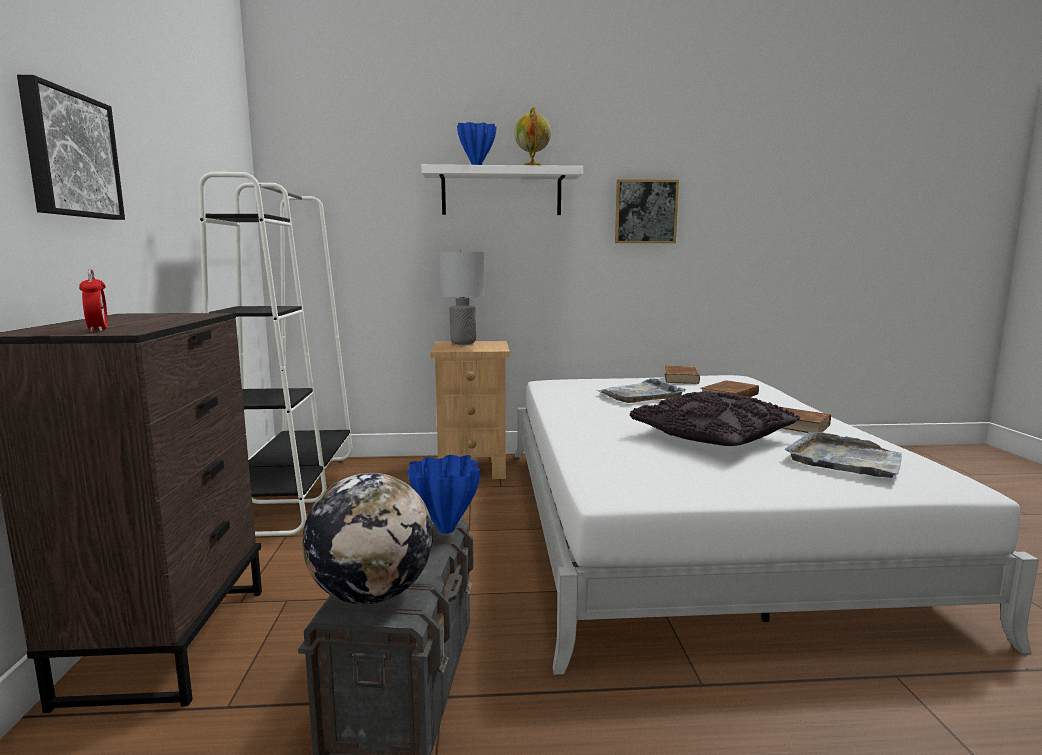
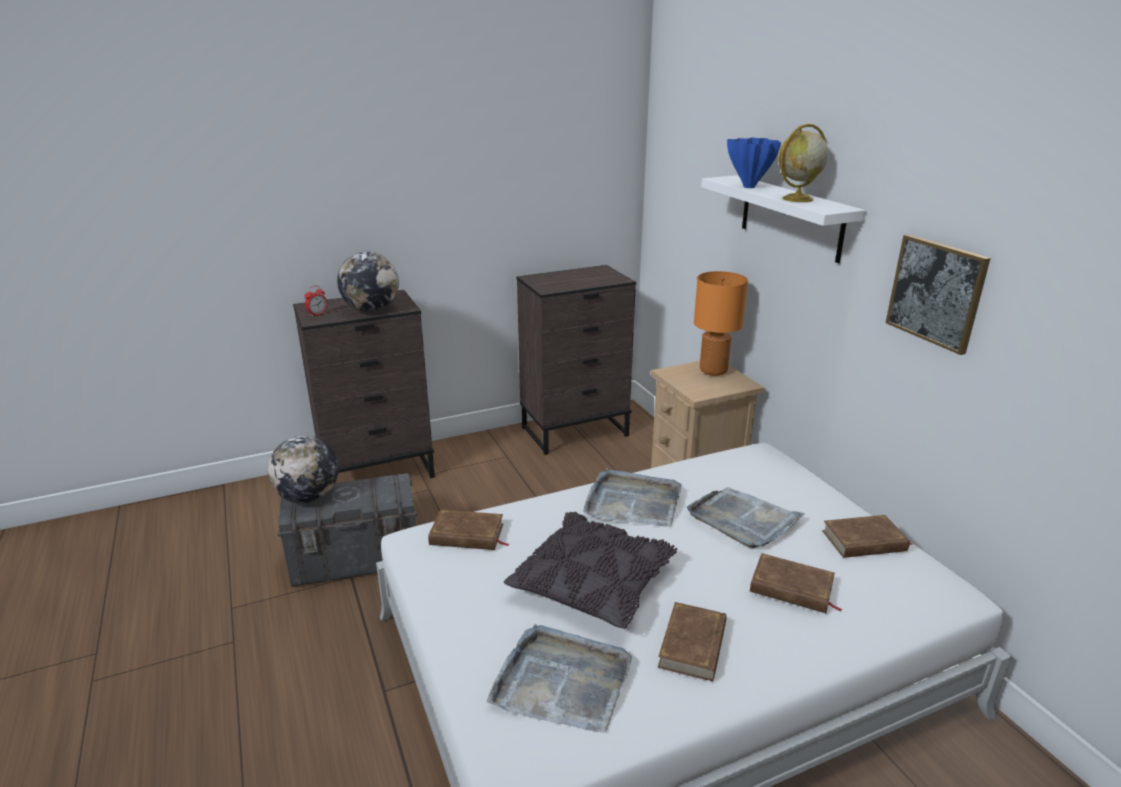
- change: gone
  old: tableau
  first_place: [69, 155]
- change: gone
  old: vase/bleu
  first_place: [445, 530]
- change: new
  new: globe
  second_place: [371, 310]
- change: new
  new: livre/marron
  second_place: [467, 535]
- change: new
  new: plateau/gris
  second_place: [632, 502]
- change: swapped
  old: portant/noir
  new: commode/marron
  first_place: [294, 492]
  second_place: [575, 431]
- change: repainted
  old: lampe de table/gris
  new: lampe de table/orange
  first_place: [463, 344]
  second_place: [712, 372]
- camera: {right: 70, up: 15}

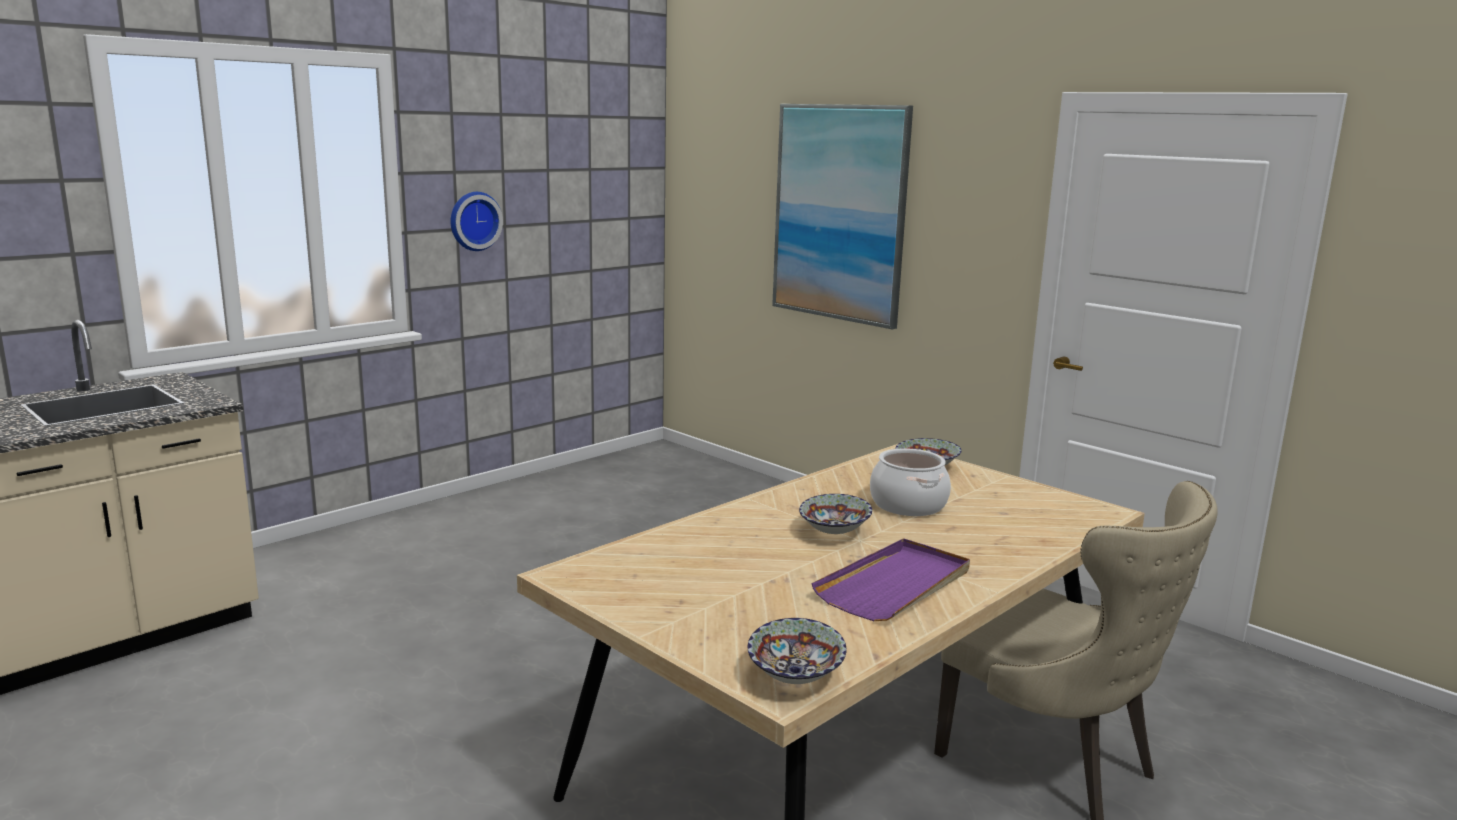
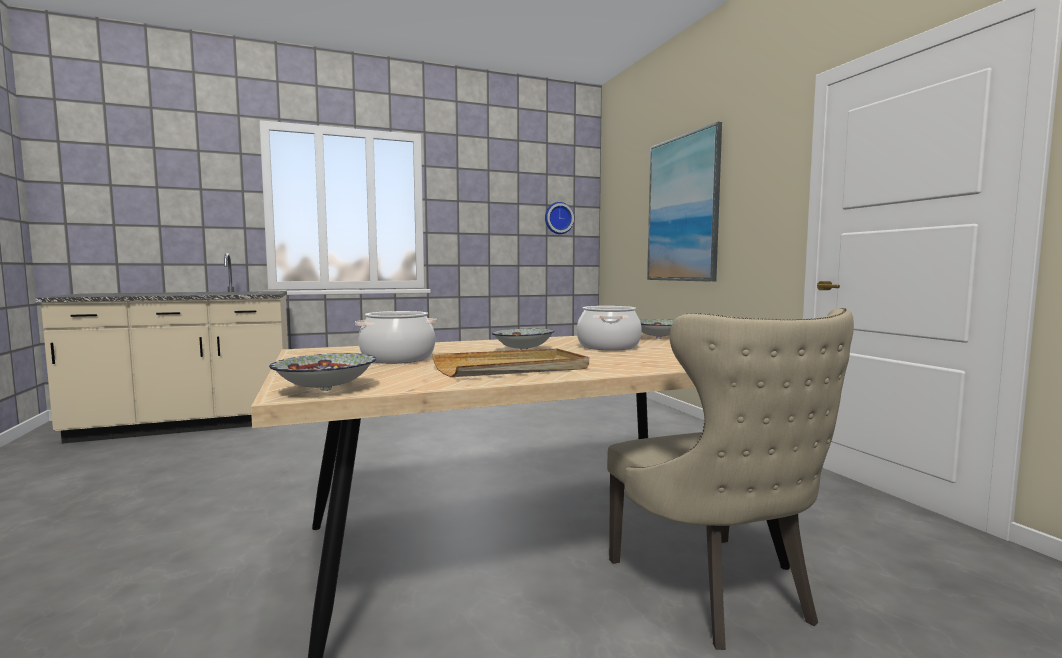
- change: new
  new: marmite
  second_place: [397, 359]
- change: shifted
  old: horloge murale
  first_place: [474, 221]
  second_place: [558, 218]
- change: repainted
  old: plateau/violet
  new: plateau/beige
  first_place: [895, 585]
  second_place: [512, 368]
- camera: {right: 25, up: -10}

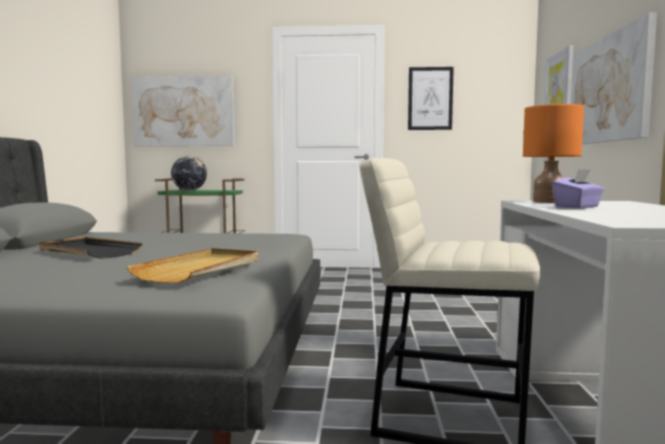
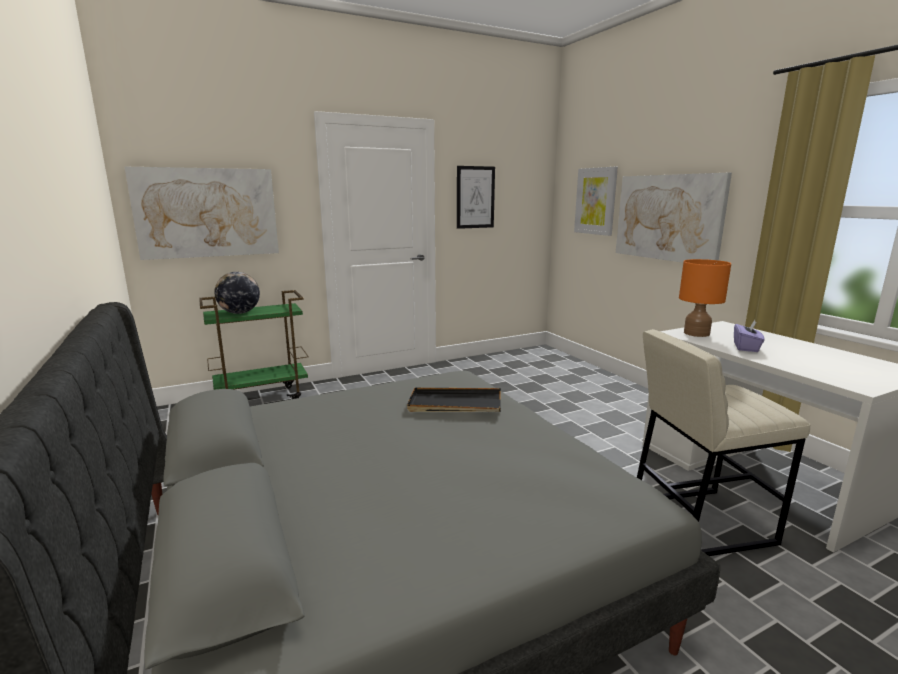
- change: gone
  old: plateau/beige
  first_place: [201, 269]
- change: shifted
  old: plateau/noir
  first_place: [88, 251]
  second_place: [455, 404]
- camera: {right: -30, up: 10}

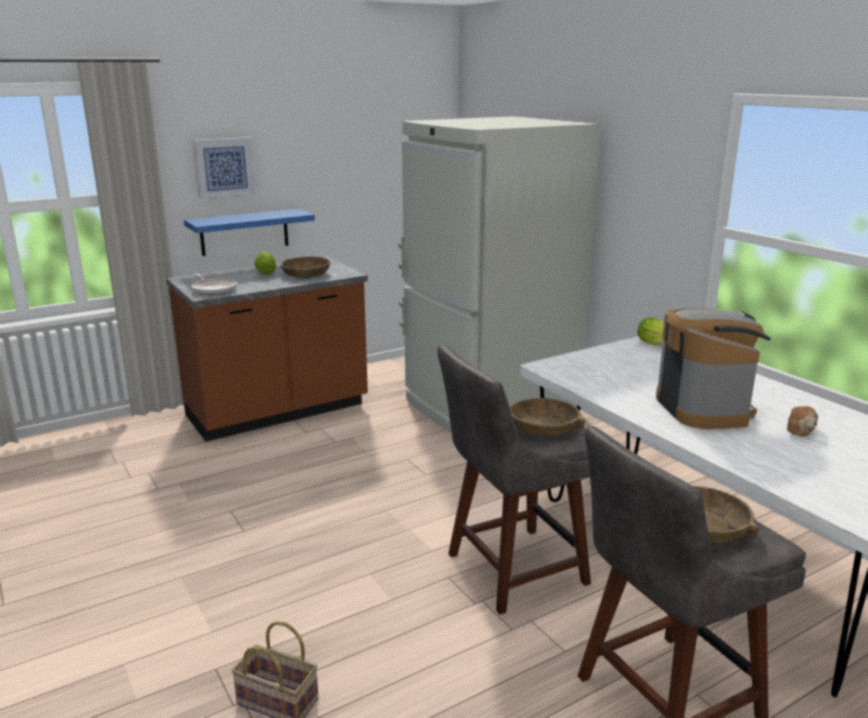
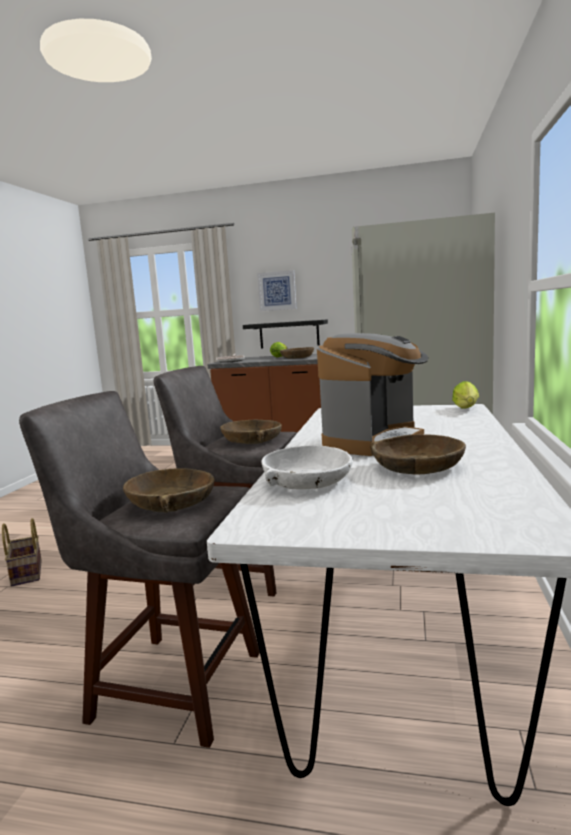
- change: new
  new: bol/blanc
  second_place: [307, 481]
- change: swapped
  old: pain
  new: bol/marron
  first_place: [801, 430]
  second_place: [416, 467]
- change: repainted
  old: étagère/bleu
  new: étagère/noir
  first_place: [244, 232]
  second_place: [289, 334]
- camera: {right: 45, up: -10}

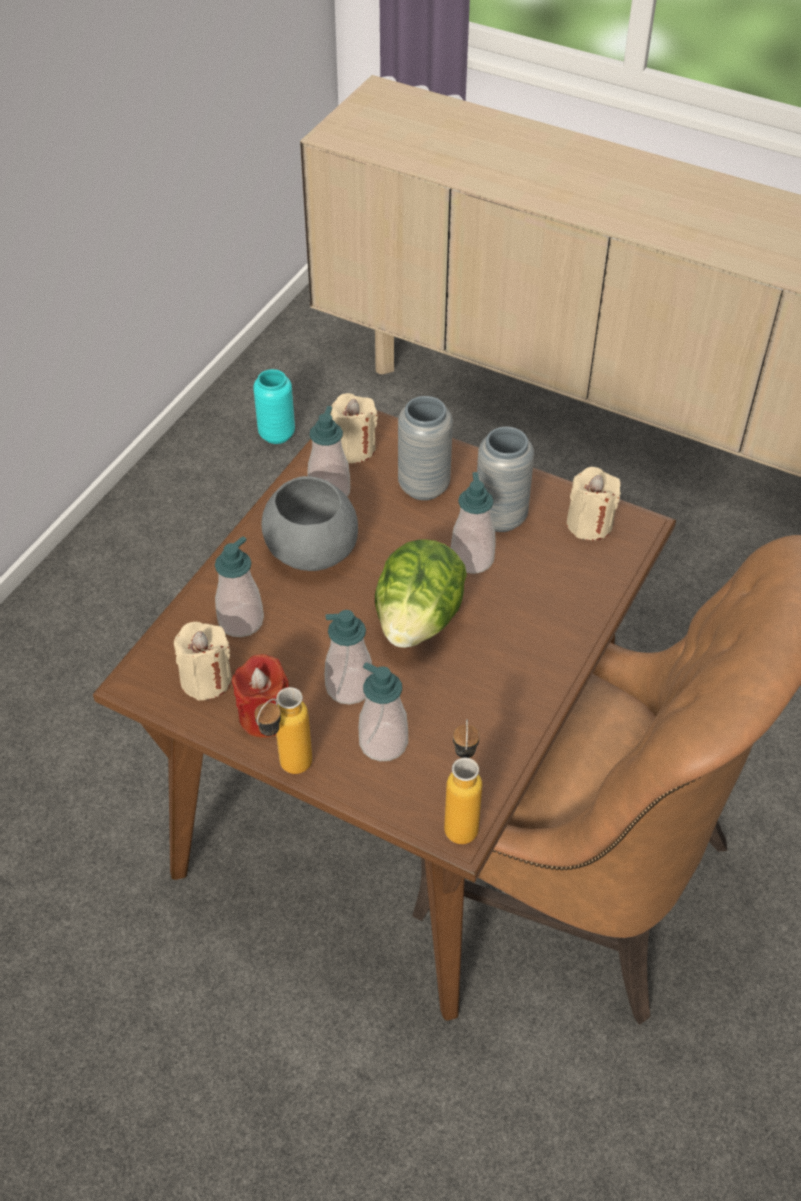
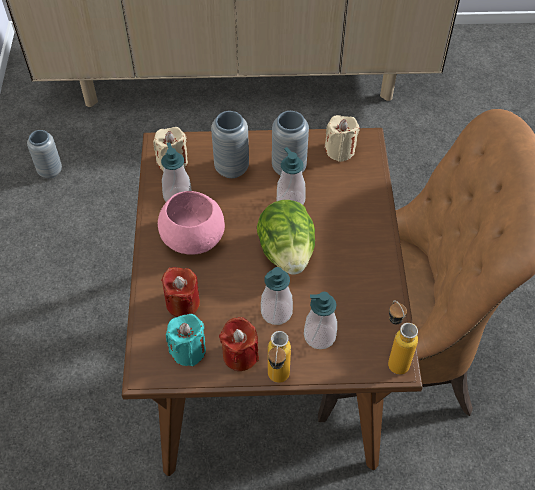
- change: swapped
  old: distributeur de savon
  new: bougie/rouge
  first_place: [241, 621]
  second_place: [182, 303]
- change: repainted
  old: bougie/beige
  new: bougie/turquoise
  first_place: [206, 679]
  second_place: [188, 350]
- change: repainted
  old: vase/turquoise
  new: vase/gris
  first_place: [277, 434]
  second_place: [50, 171]
- change: repainted
  old: bol/gris
  new: bol/rose
  first_place: [313, 550]
  second_place: [194, 237]
- camera: {right: -30, up: 5}

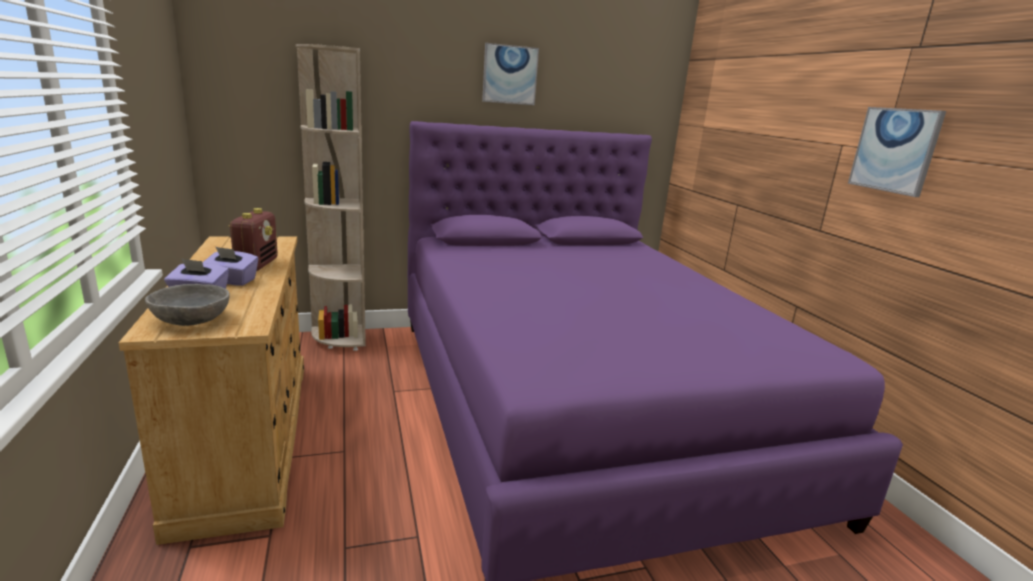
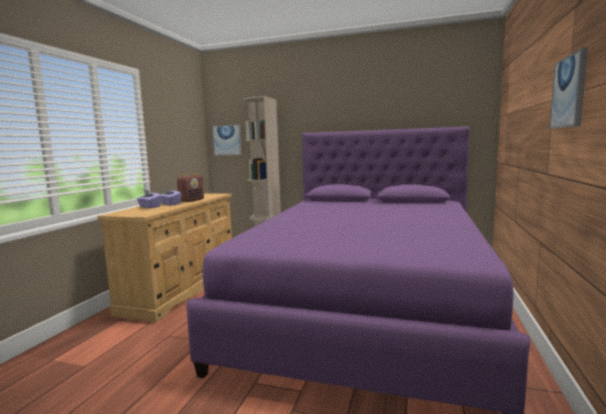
- change: gone
  old: bol/gris
  first_place: [191, 320]
- change: shifted
  old: tableau
  first_place: [510, 75]
  second_place: [227, 140]
- camera: {right: 35, up: -10}

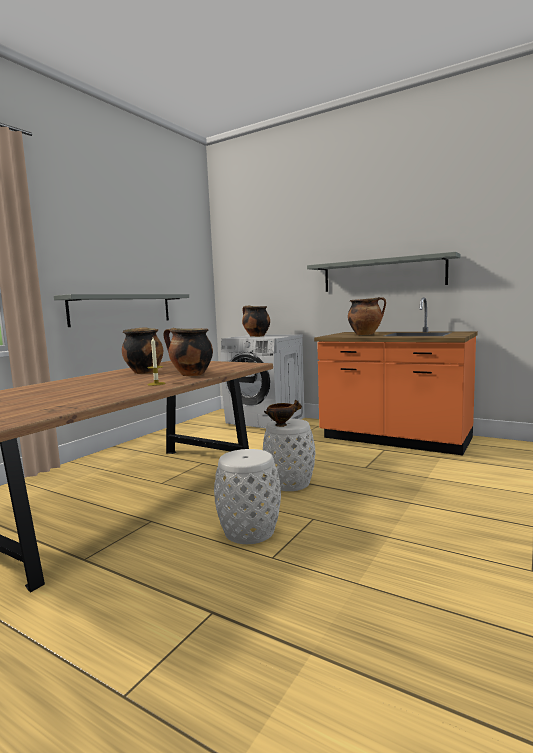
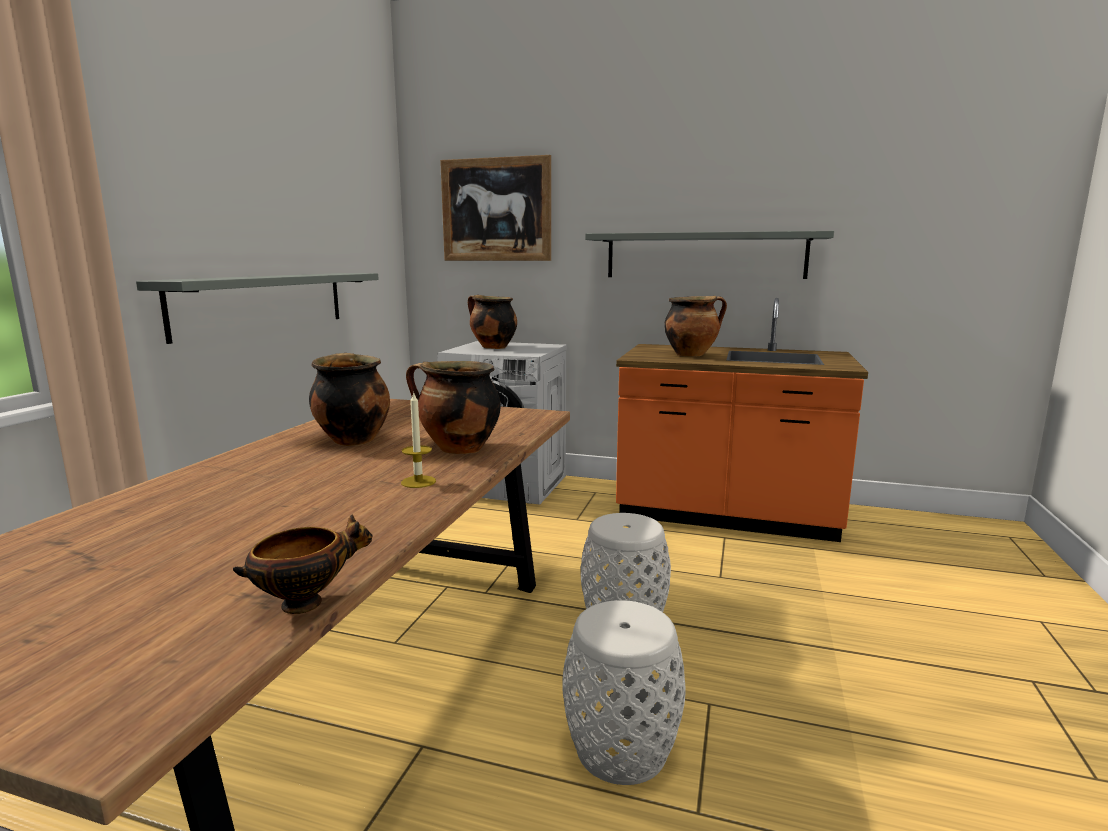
- change: new
  new: tableau
  second_place: [496, 210]
- change: shifted
  old: bol
  first_place: [282, 425]
  second_place: [306, 602]
- camera: {right: -15, up: 5}

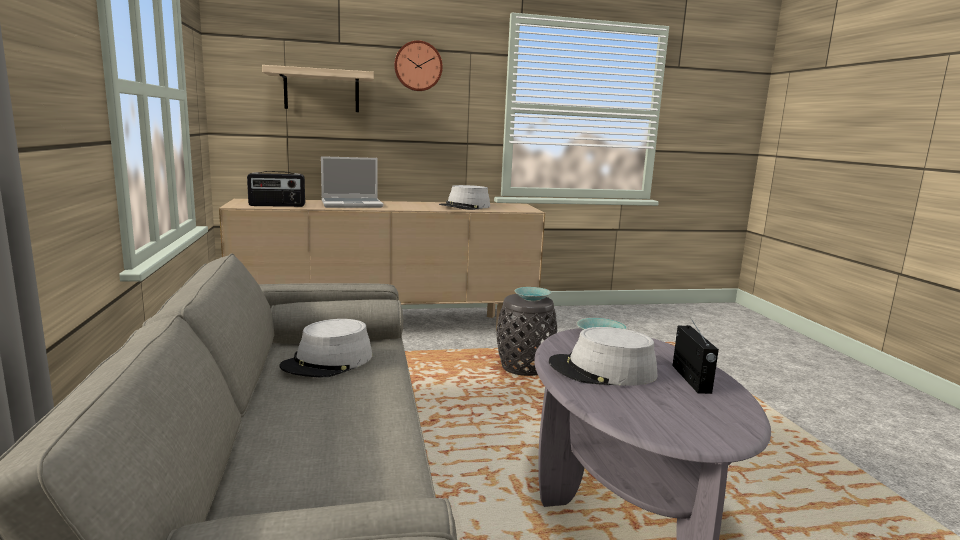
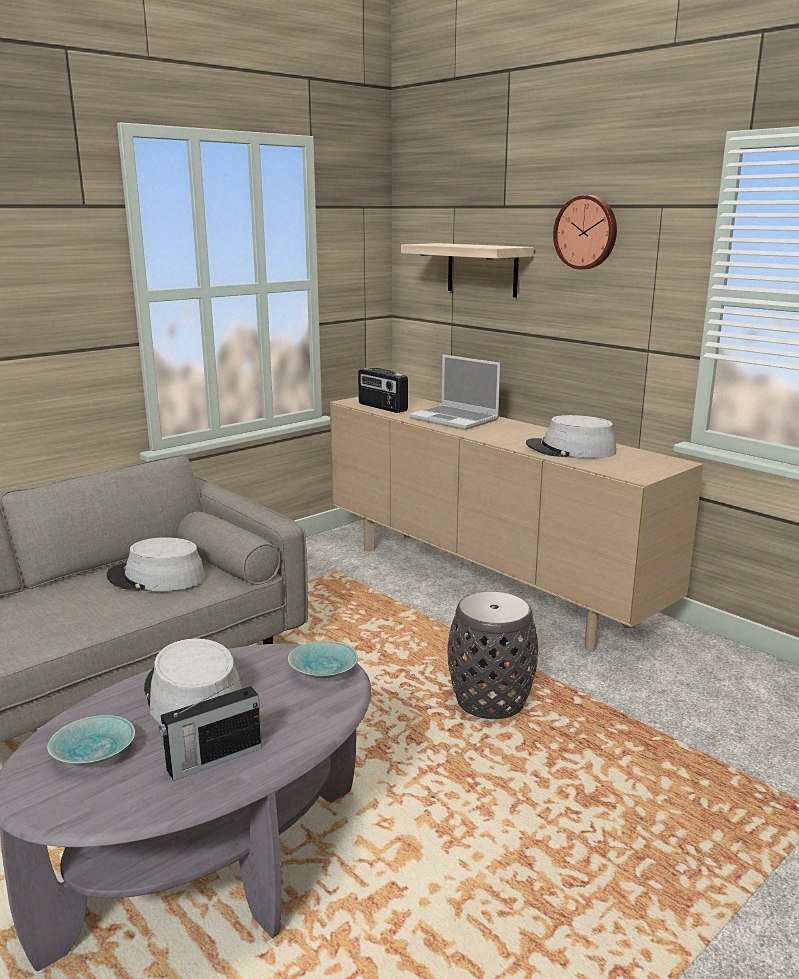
- change: shifted
  old: bol/turquoise
  first_place: [531, 299]
  second_place: [92, 753]
- camera: {right: 60, up: 5}

